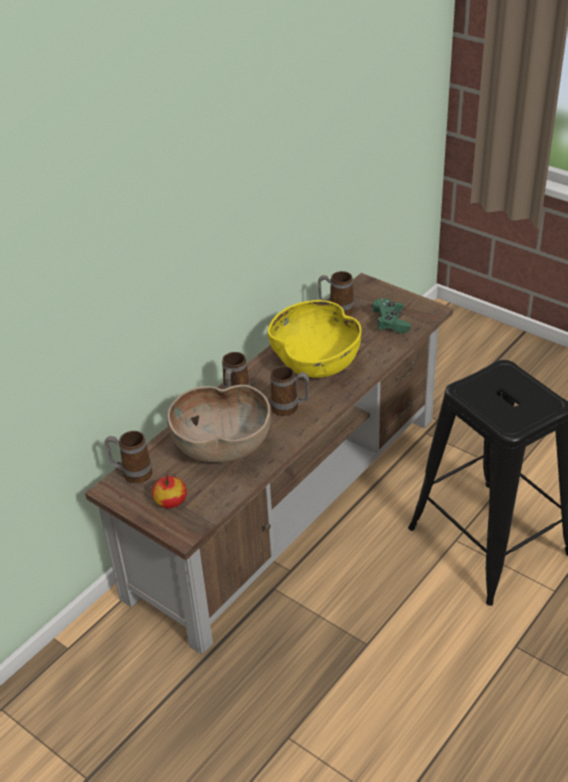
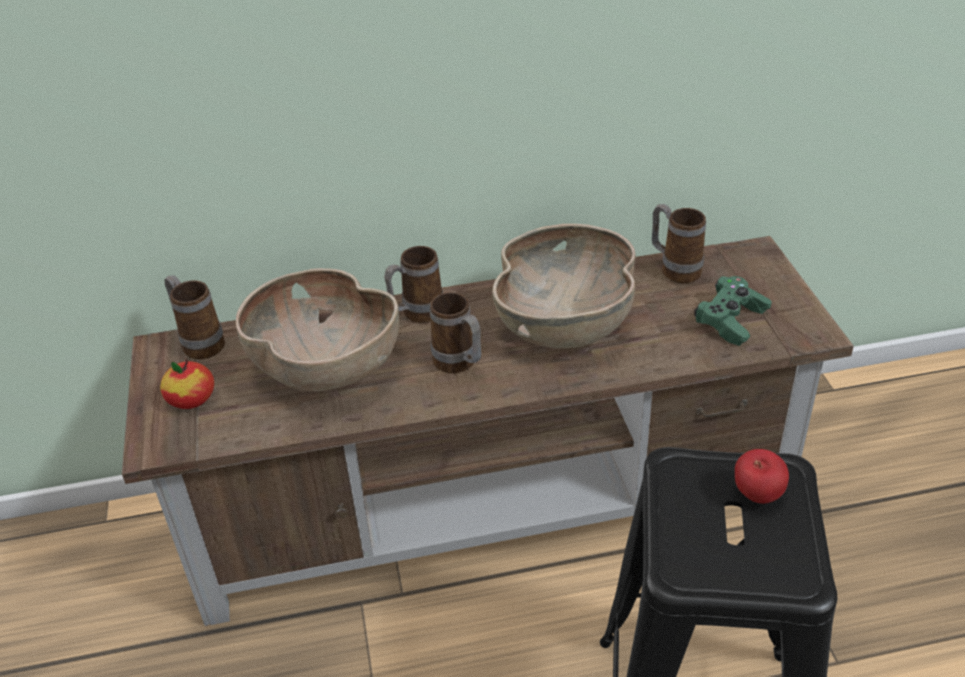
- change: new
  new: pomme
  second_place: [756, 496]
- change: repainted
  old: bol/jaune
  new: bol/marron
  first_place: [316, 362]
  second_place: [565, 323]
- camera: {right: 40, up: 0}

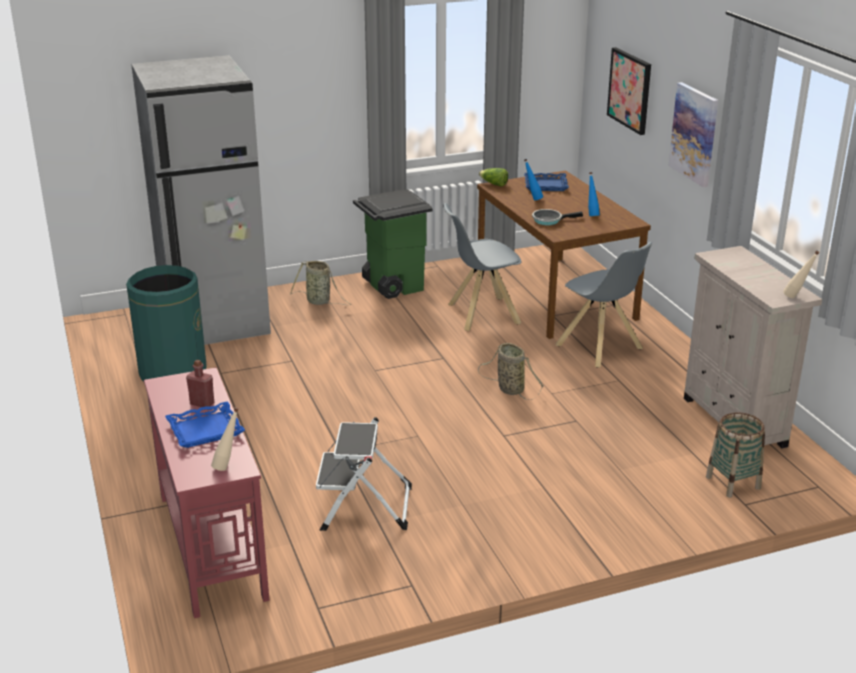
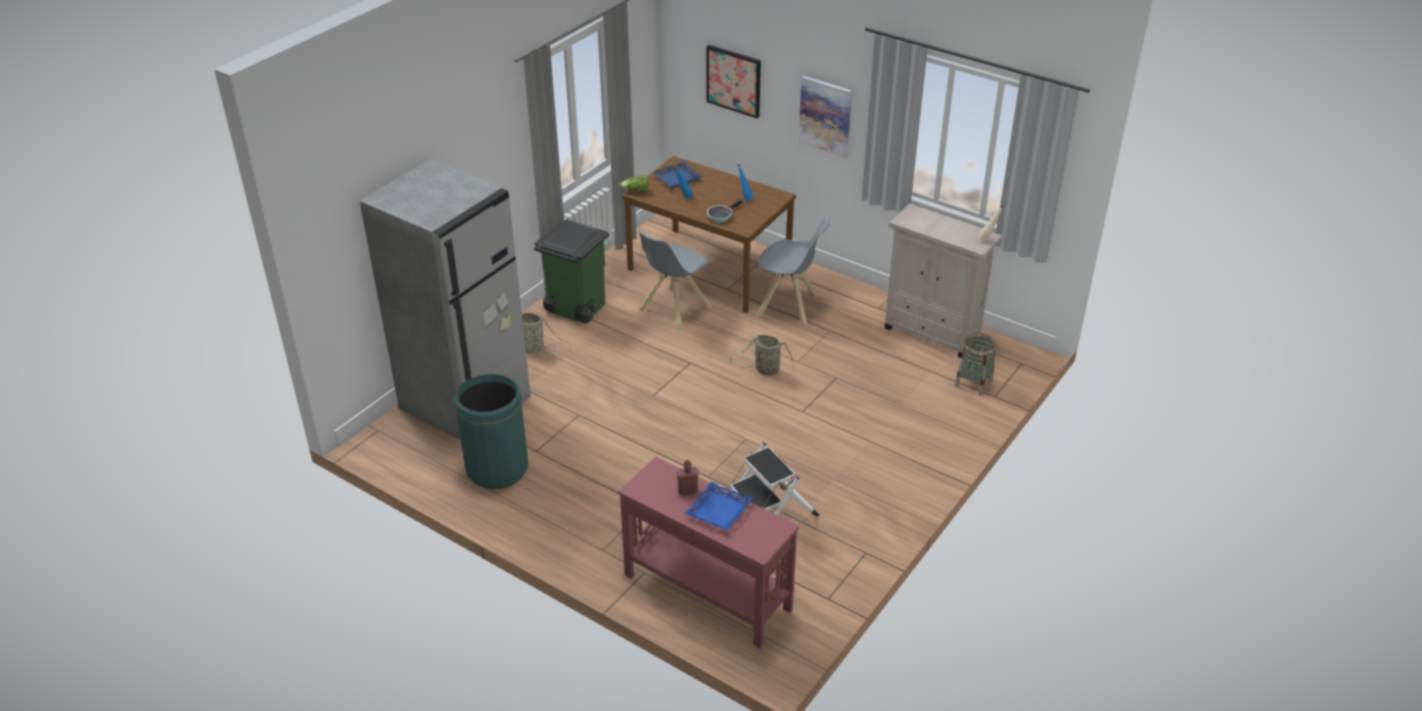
- change: gone
  old: bouteille/beige
  first_place: [228, 466]
- camera: {right: -35, up: 10}

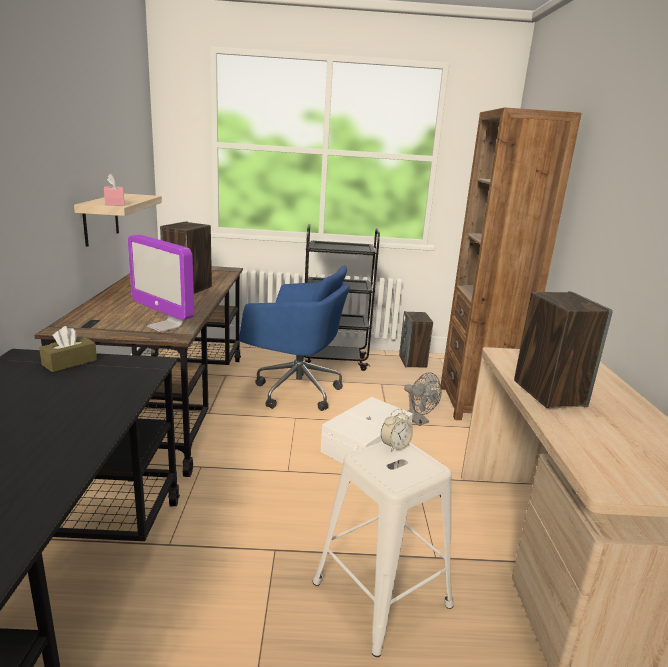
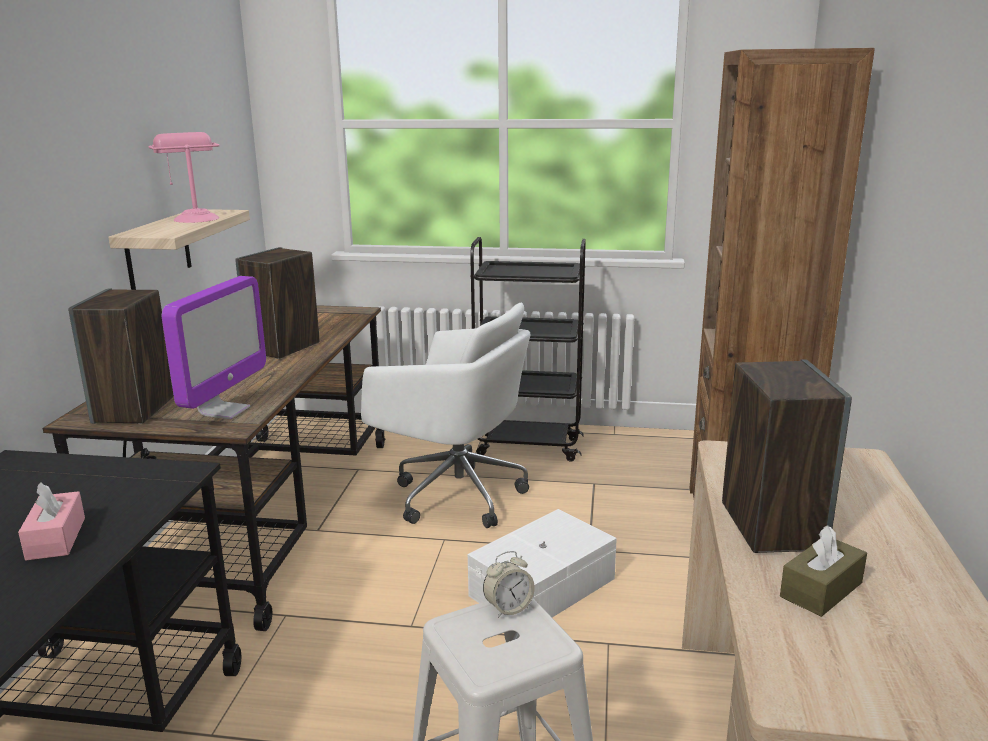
- change: gone
  old: ventilateur/gris
  first_place: [418, 421]
- change: new
  new: lampe de table/rose
  second_place: [193, 217]
- change: shifted
  old: boîte à mouchoirs/marron
  first_place: [69, 362]
  second_place: [821, 590]
- change: shifted
  old: boîte à mouchoirs/rose
  first_place: [114, 203]
  second_place: [56, 538]
- change: shifted
  old: enceinte
  first_place: [413, 361]
  second_place: [134, 410]
- change: repainted
  old: chaise de bureau/bleu
  new: chaise de bureau/blanc
  first_place: [293, 391]
  second_place: [452, 496]
- change: rotated
  old: écran d'ordinateur
  first_place: [165, 326]
  second_place: [224, 411]
  degrees: -120
- camera: {right: 10, up: 0}

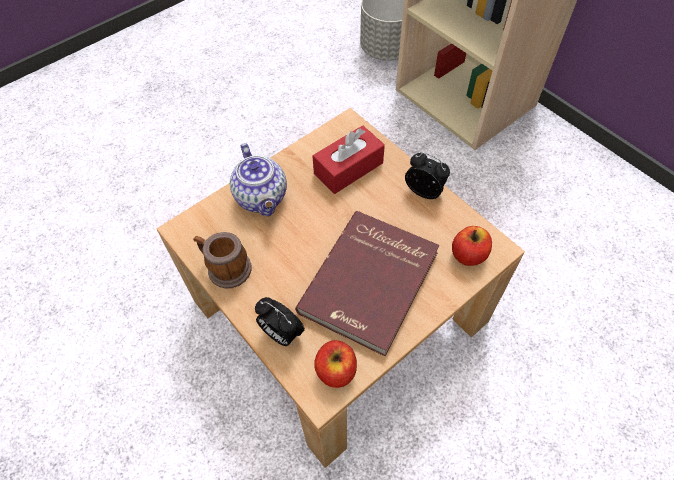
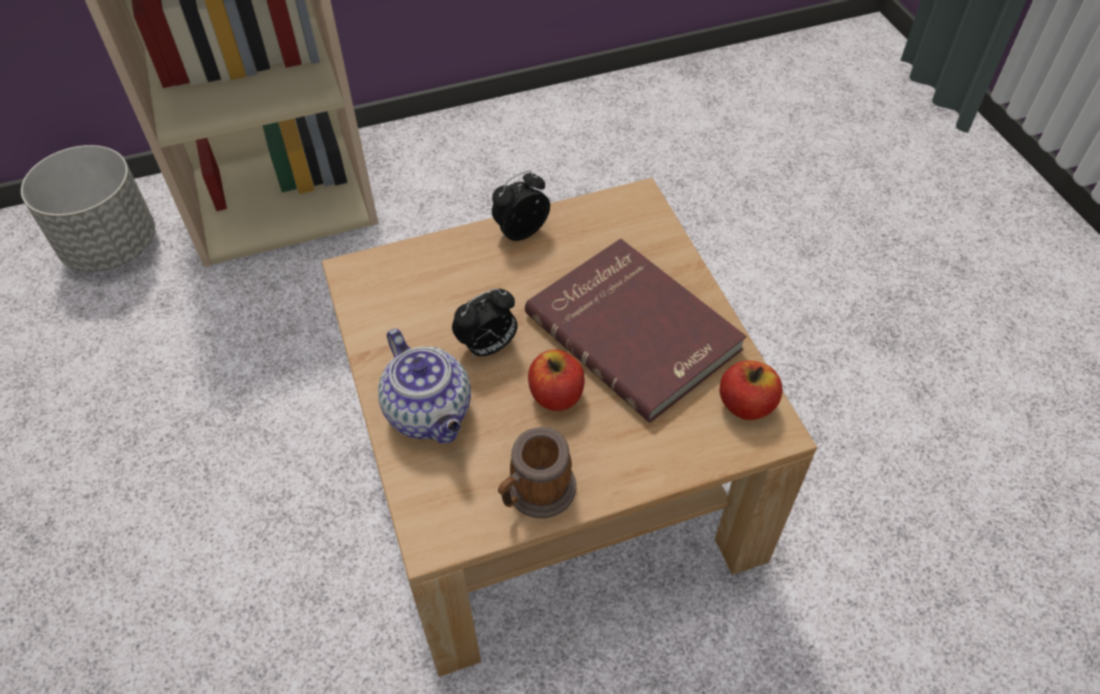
- change: gone
  old: boîte à mouchoirs/rouge
  first_place: [348, 168]
- change: shifted
  old: réveil
  first_place: [281, 333]
  second_place: [488, 347]
- change: shifted
  old: pomme
  first_place: [468, 255]
  second_place: [556, 395]
- change: rotated
  old: théière
  first_place: [262, 198]
  second_place: [431, 413]
  degrees: 60
- camera: {right: -70, up: -5}

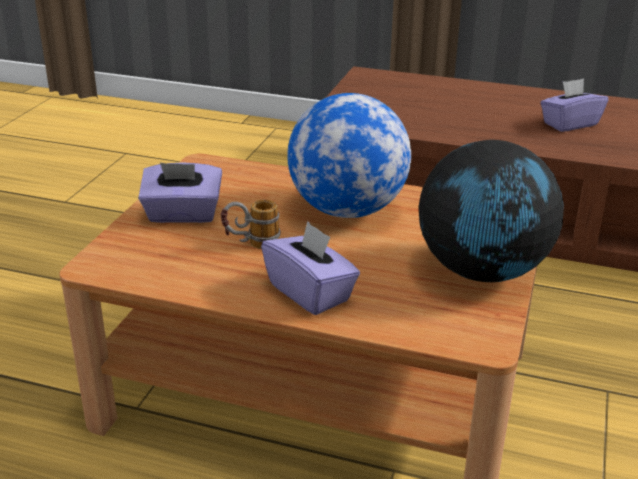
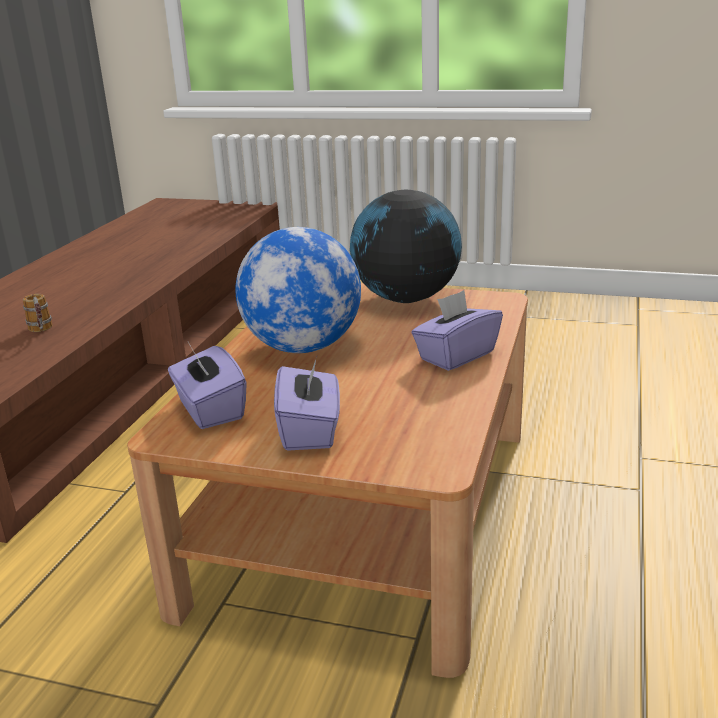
- change: shifted
  old: mug
  first_place: [251, 245]
  second_place: [42, 331]
- change: shifted
  old: boîte à mouchoirs/violet
  first_place: [569, 124]
  second_place: [209, 410]
- camera: {right: -90, up: -5}

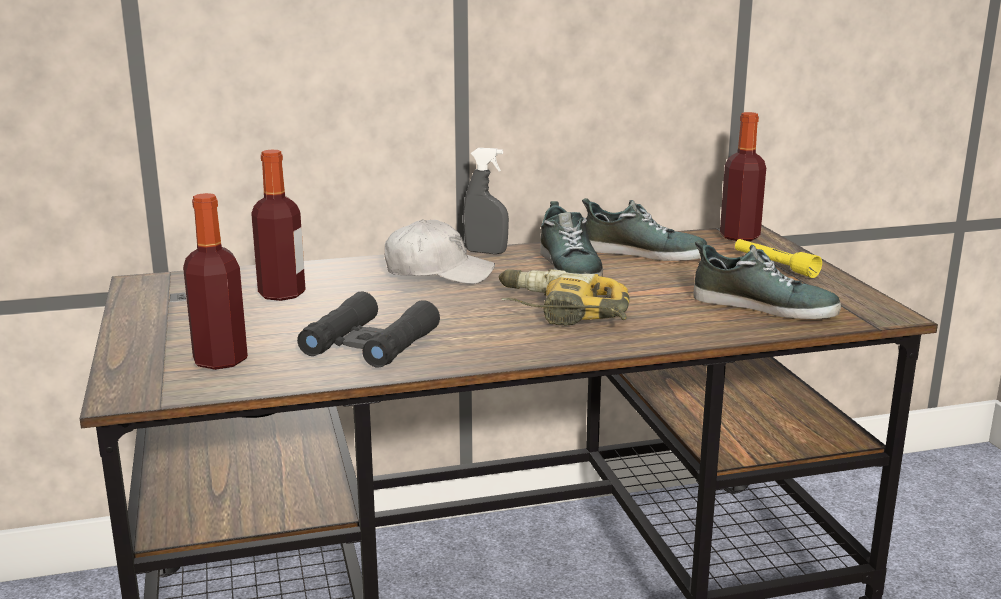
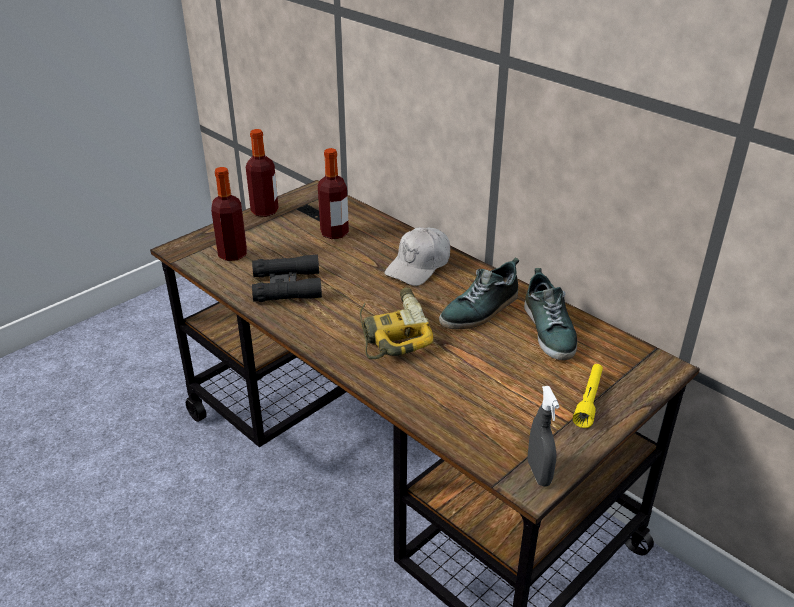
- change: gone
  old: chaussure
  first_place: [764, 305]
- change: shifted
  old: vaporisateur/gris
  first_place: [486, 252]
  second_place: [539, 473]
- change: shifted
  old: bouteille
  first_place: [739, 236]
  second_place: [264, 211]
- change: rotated
  old: casquette/blanc
  first_place: [438, 272]
  second_place: [419, 266]
  degrees: 60
- camera: {right: 60, up: 15}

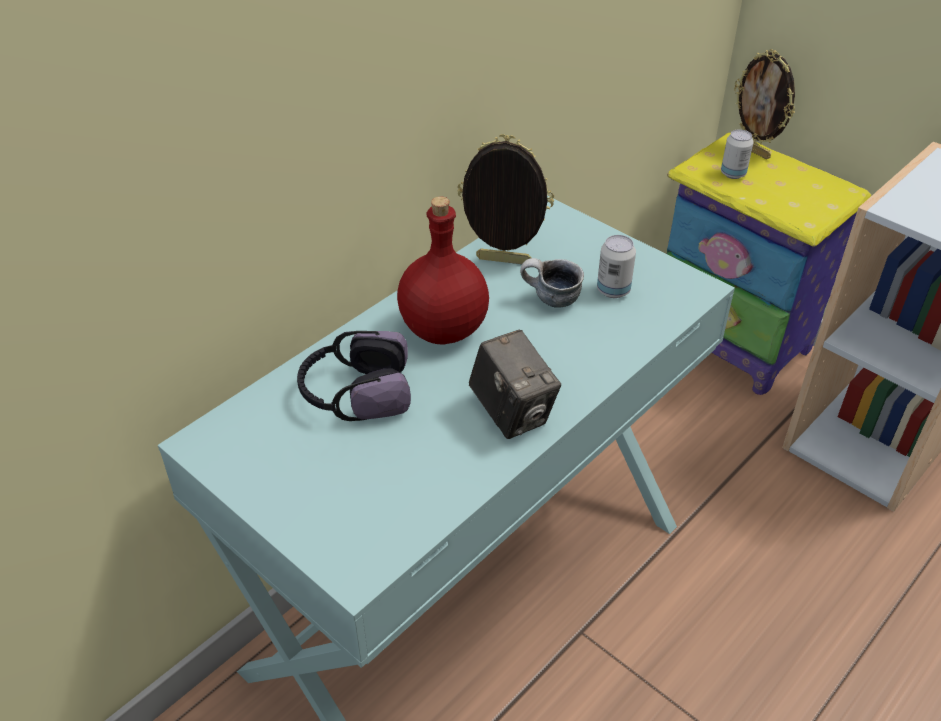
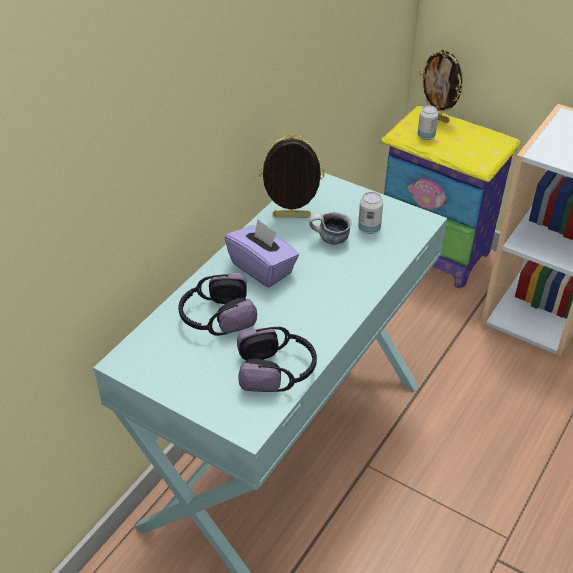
- change: gone
  old: appareil photo
  first_place: [512, 413]
- change: new
  new: casque audio
  second_place: [277, 371]
- change: swapped
  old: bouteille/rouge
  new: boîte à mouchoirs/violet
  first_place: [442, 330]
  second_place: [262, 268]
- camera: {right: -10, up: 0}

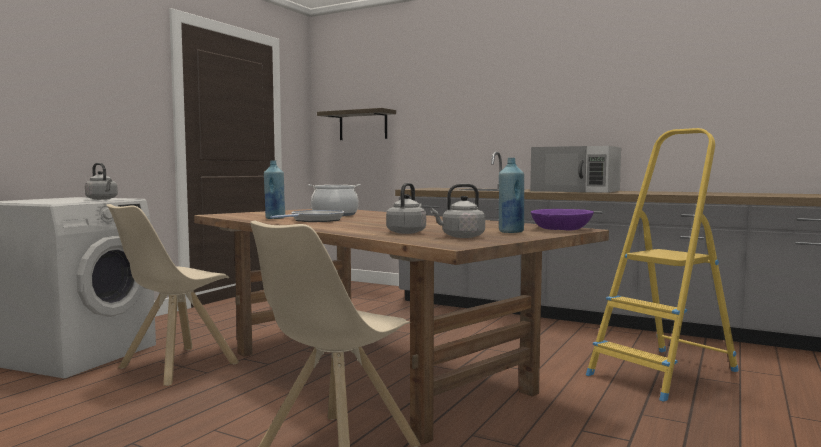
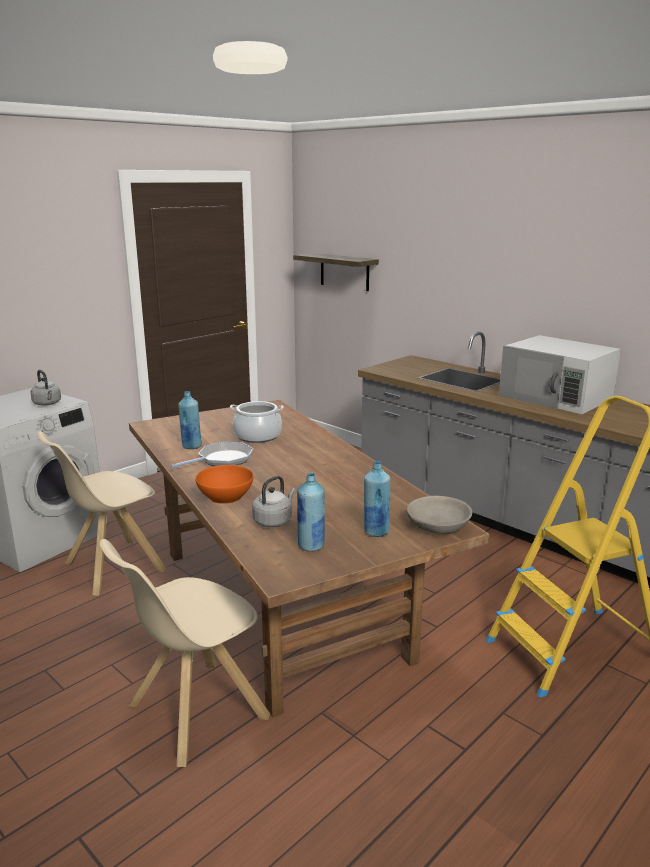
- change: new
  new: bol/orange
  second_place: [225, 496]
- change: swapped
  old: bouilloire/gris
  new: bouteille/bleu
  first_place: [461, 236]
  second_place: [311, 546]
- change: repainted
  old: bol/violet
  new: bol/gris
  first_place: [561, 229]
  second_place: [438, 526]
- camera: {right: 15, up: 15}

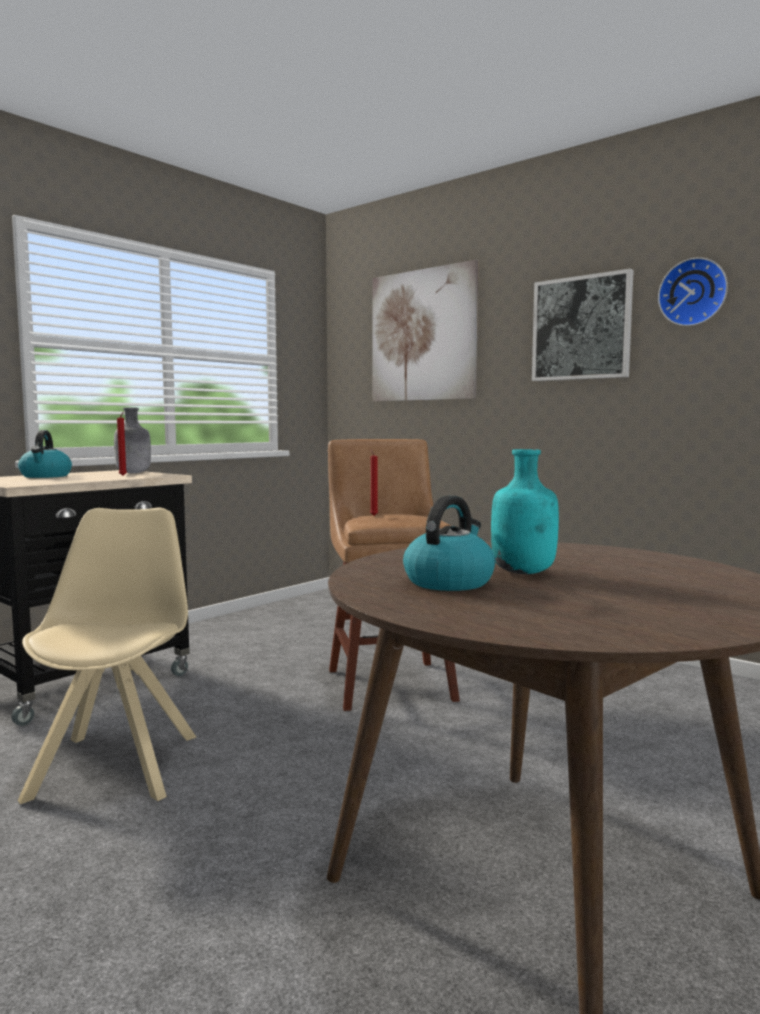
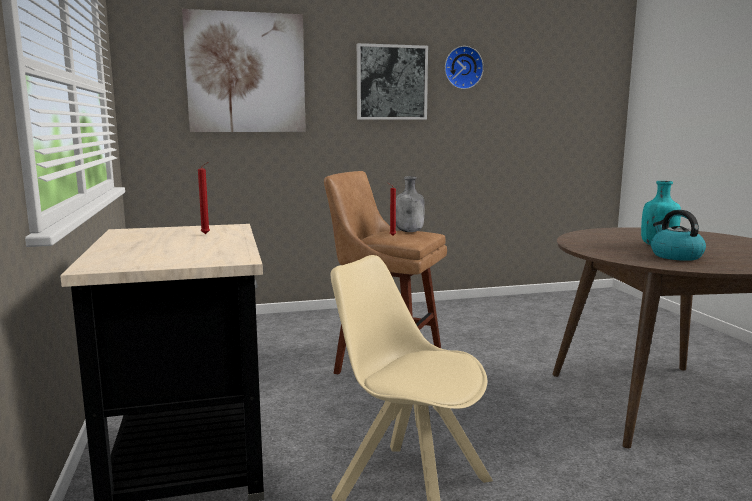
- change: gone
  old: bouilloire
  first_place: [46, 476]
- change: shifted
  old: bouteille/gris
  first_place: [133, 473]
  second_place: [410, 231]
- camera: {right: -55, up: 5}

